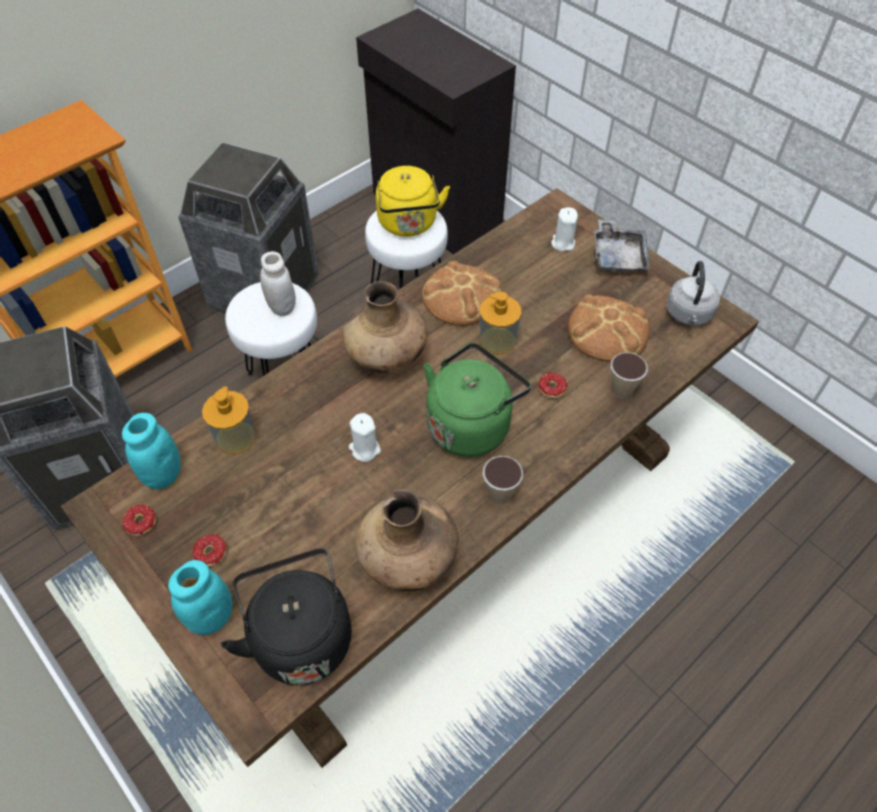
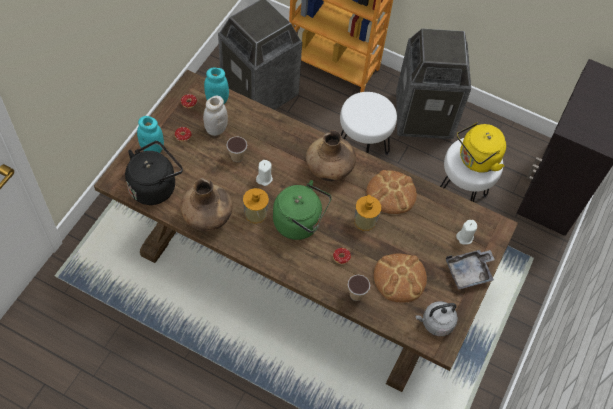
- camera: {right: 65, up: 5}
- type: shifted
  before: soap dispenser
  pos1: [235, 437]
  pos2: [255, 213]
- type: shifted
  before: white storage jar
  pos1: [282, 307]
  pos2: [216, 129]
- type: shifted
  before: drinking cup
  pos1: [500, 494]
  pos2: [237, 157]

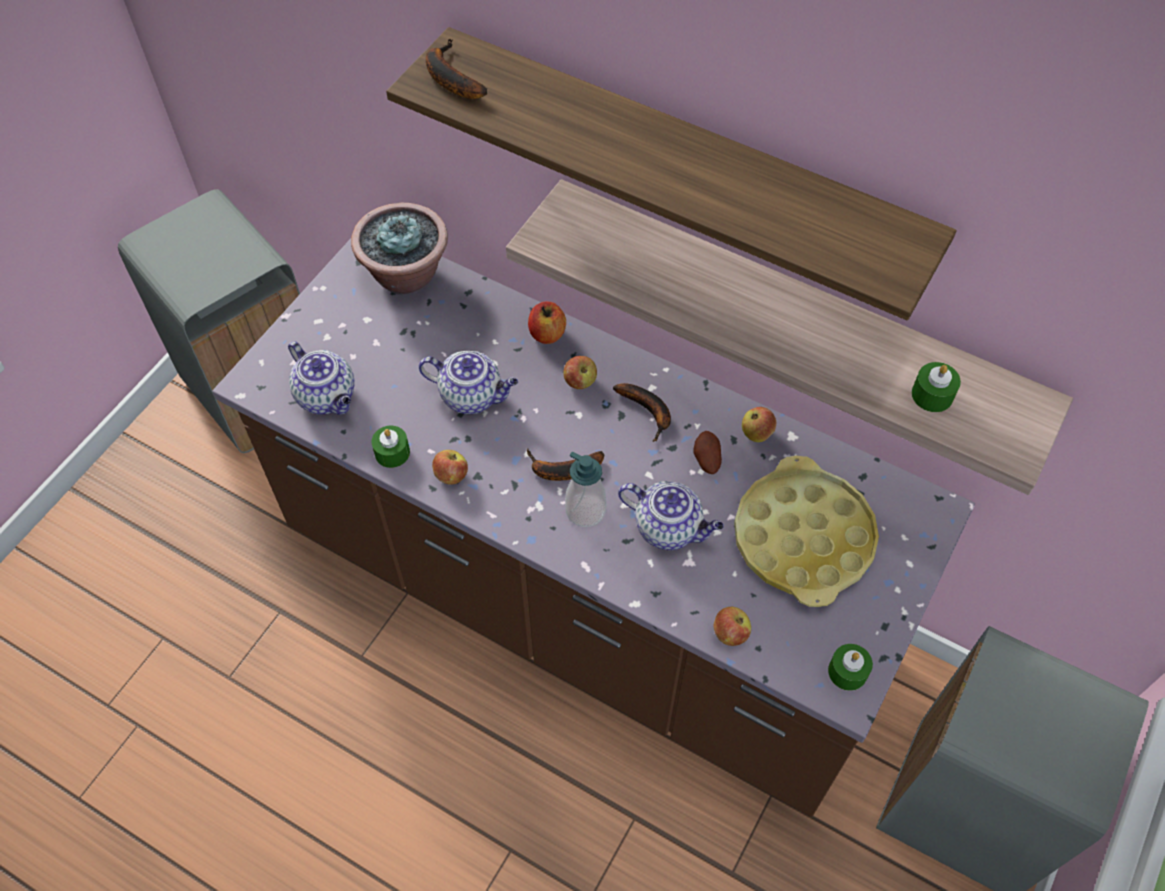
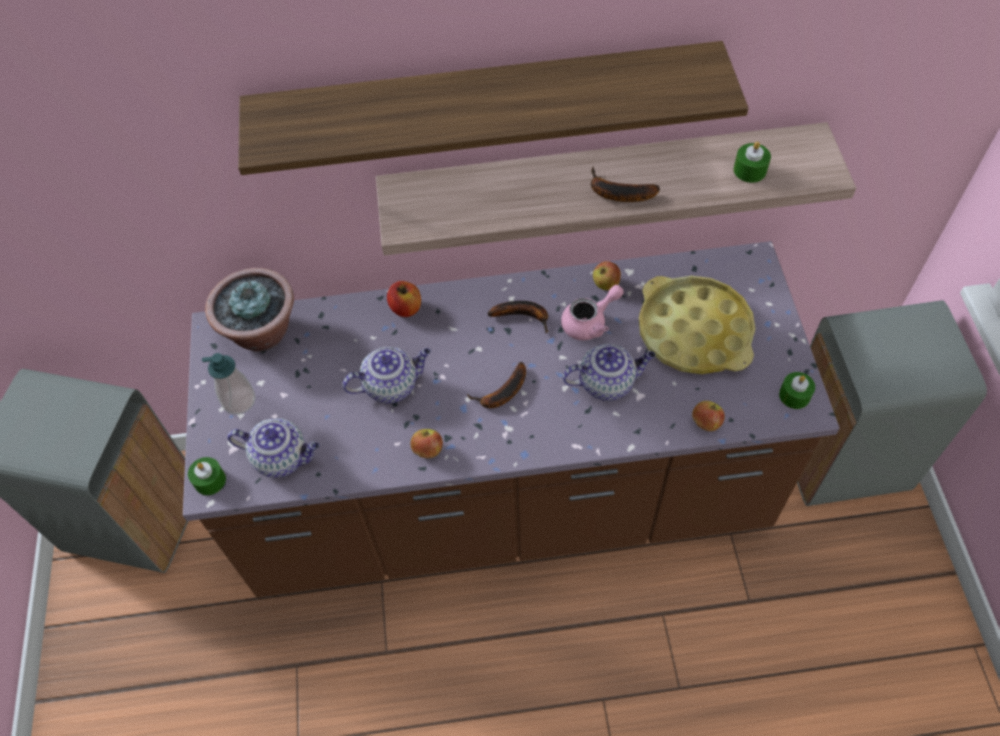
- camera: {right: -35, up: 0}
- type: gone
  before: apple
  pos1: [580, 381]
- type: shifted
  before: green wax light
  pos1: [392, 452]
  pos2: [210, 480]
- type: shifted
  before: whole banana
  pos1: [449, 77]
  pos2: [617, 193]
- type: shifted
  before: soap dispenser
  pos1: [585, 510]
  pos2: [239, 401]
- type: swapped
  before: whole potato
  after: pink tea pot
  pos1: [706, 460]
  pos2: [590, 322]

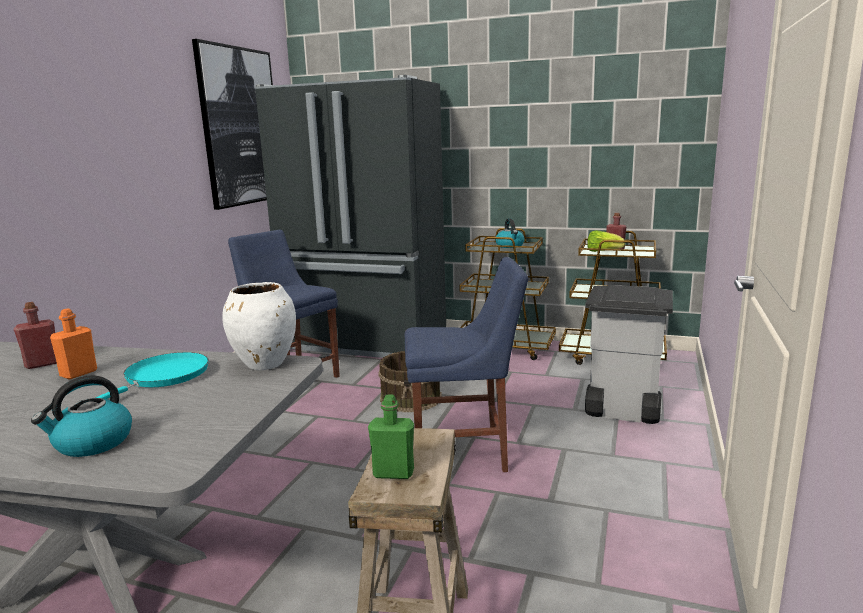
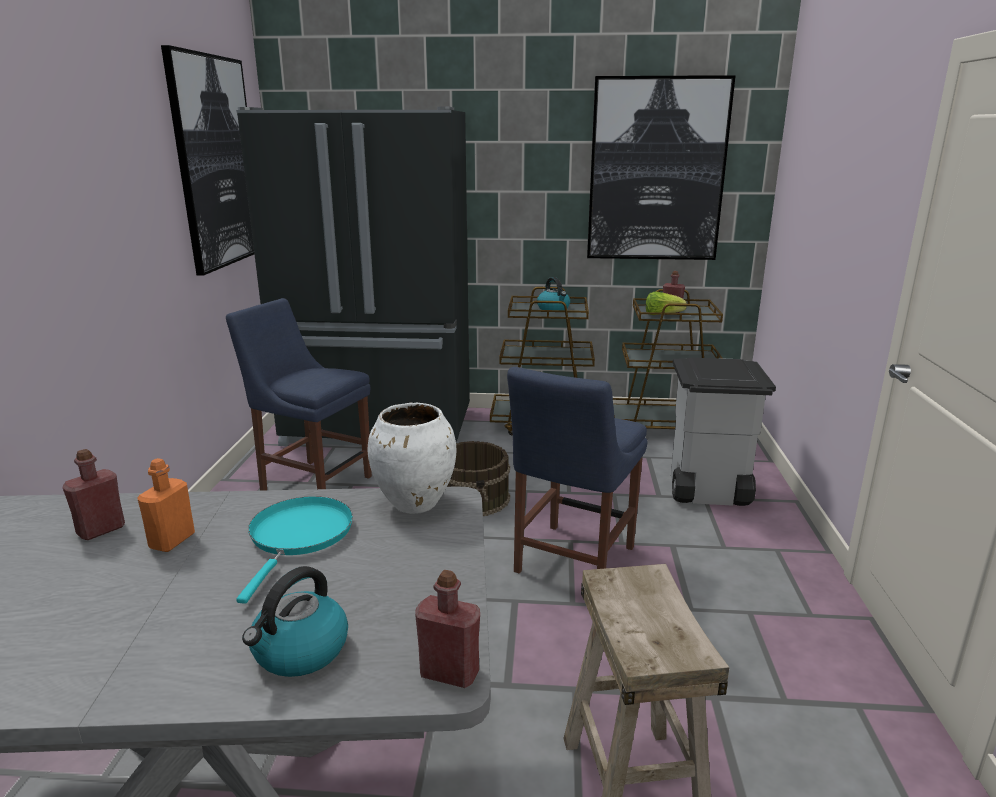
- camera: {right: -15, up: 5}
- type: gone
  before: green beverage bottle
  pos1: [393, 473]
- type: new
  after: red-coloured beverage bottle
  pos2: [449, 673]
- type: new
  after: wall art
  pos2: [656, 171]
- type: rotated
  before: blue chair
  pos1: [465, 453]
  pos2: [571, 562]
  turn: 135

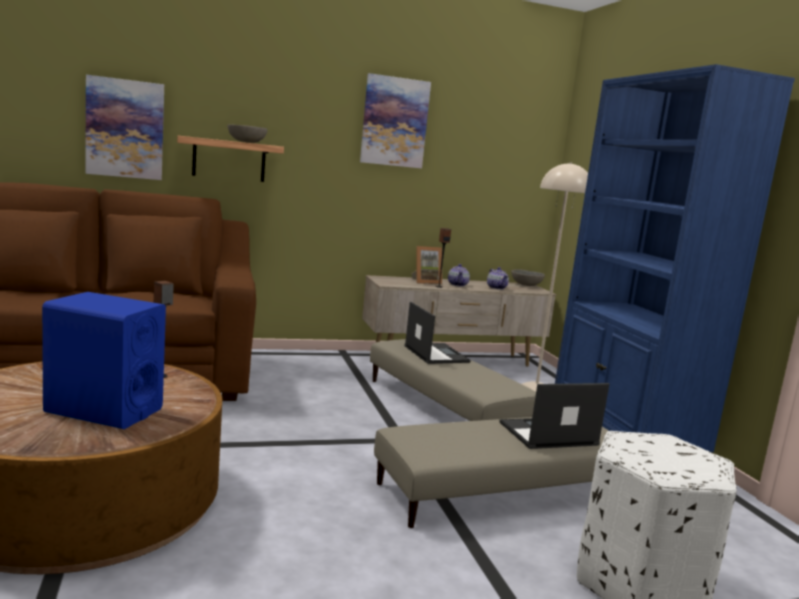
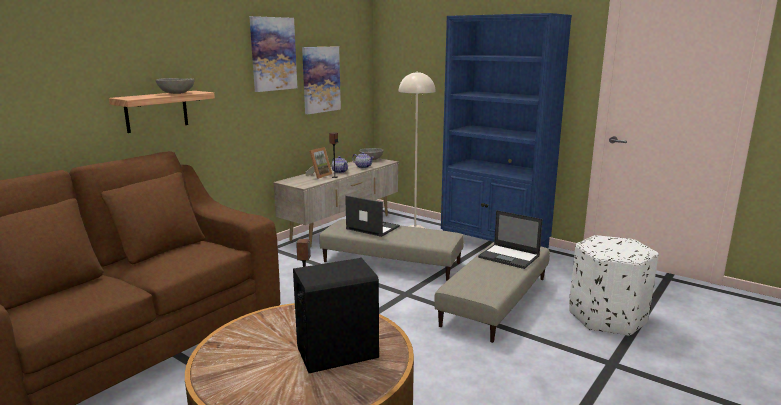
- camera: {right: -35, up: 5}
- type: shifted
  before: wall art
  pos1: [125, 129]
  pos2: [321, 79]
- type: repainted
  before: blue speaker
  after: black speaker
  pos1: [103, 410]
  pos2: [336, 353]
- type: rotated
  before: laptop
  pos1: [547, 434]
  pos2: [509, 257]
  turn: -90

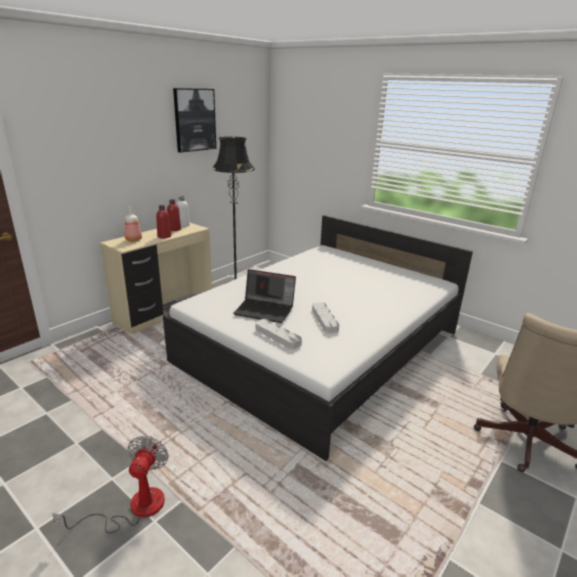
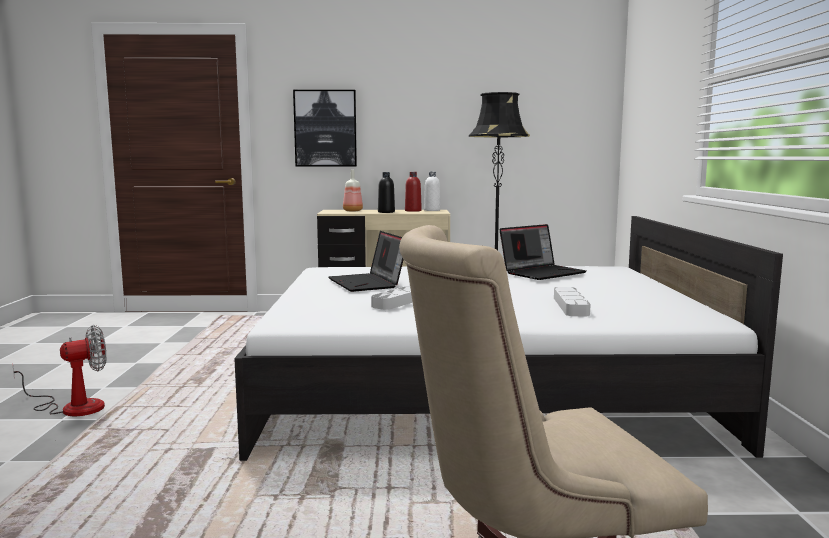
- camera: {right: 50, up: -15}
- type: new
  after: laptop
  pos2: [542, 272]
- type: shifted
  before: wall art
  pos1: [194, 120]
  pos2: [325, 128]
- type: shifted
  before: gray carrying tray
  pos1: [277, 336]
  pos2: [570, 306]
- type: repainted
  before: red-coloured beverage bottle
  after: black beverage bottle
  pos1: [164, 236]
  pos2: [386, 212]

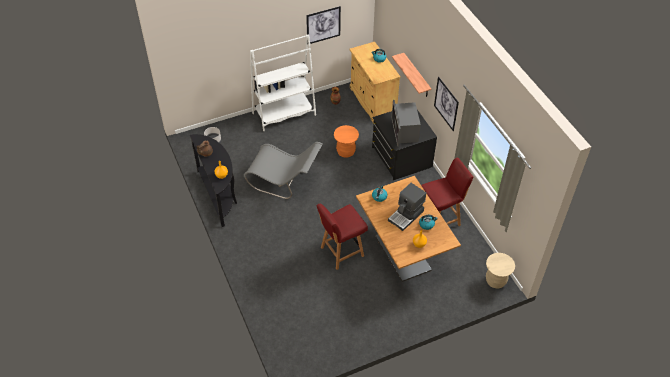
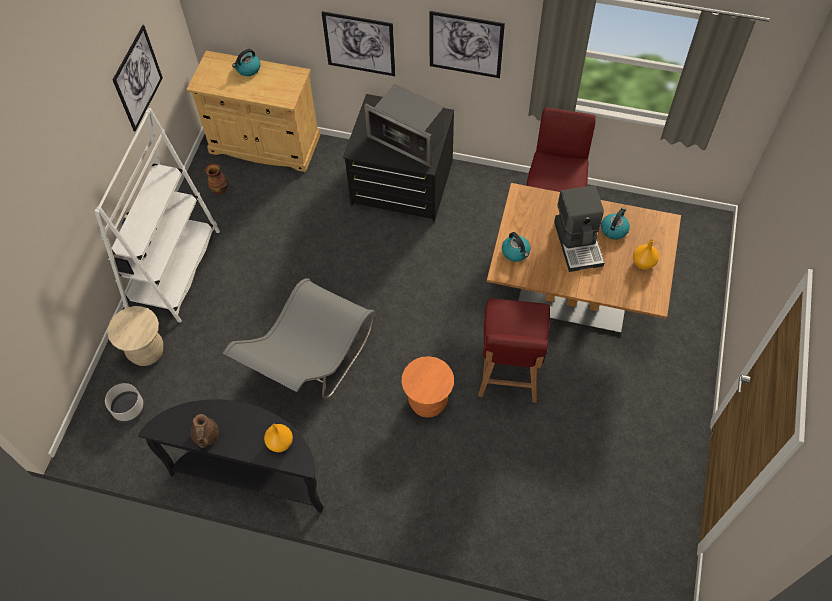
- camera: {right: -50, up: 10}
- type: shifted
  before: orangey stool seat
  pos1: [345, 152]
  pos2: [428, 402]
- type: shifted
  before: sand-coloured stool seat
  pos1: [495, 281]
  pos2: [146, 352]
- type: swapped
  before: bracket shelf
  after: wall art
  pos1: [416, 76]
  pos2: [359, 44]
- type: rotated
  before: gray chair
  pos1: [284, 182]
  pos2: [310, 361]
  turn: 150

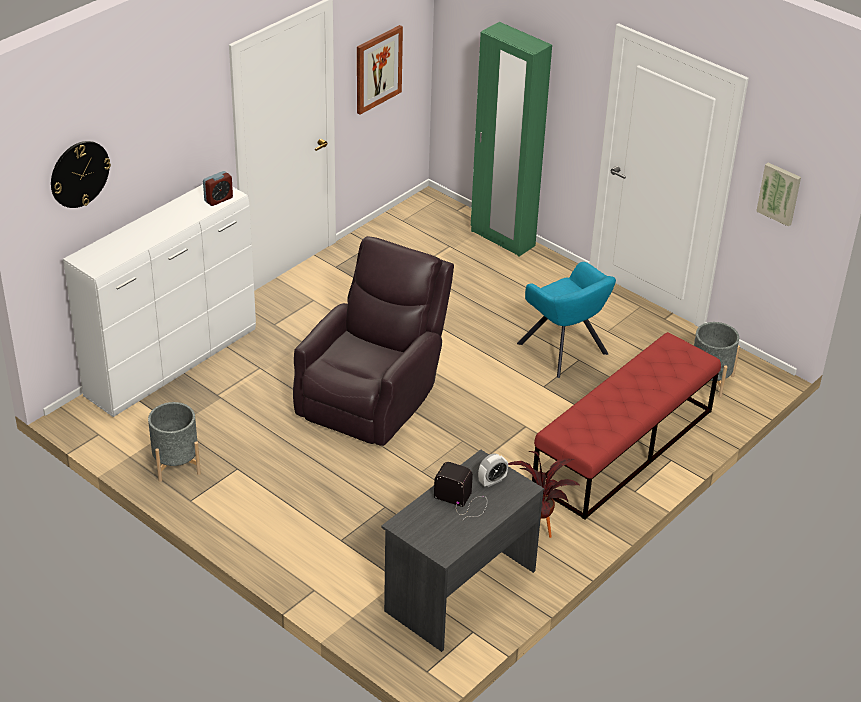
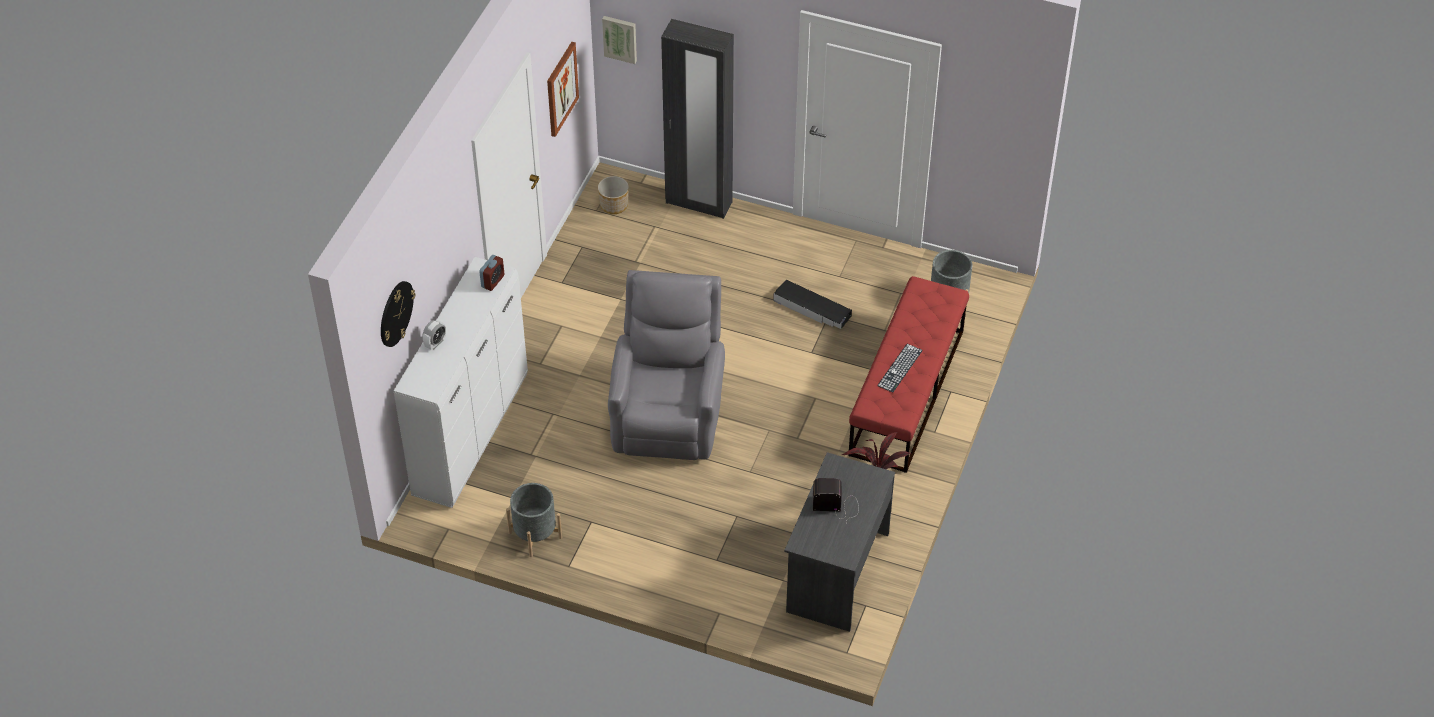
- camera: {right: -20, up: 10}
- type: new
  after: plant pot
  pos2: [614, 205]
- type: new
  after: keyboard
  pos2: [900, 368]
- type: shifted
  before: bedside clock
  pos1: [492, 481]
  pos2: [435, 343]
- type: shifted
  before: wall art
  pos1: [779, 193]
  pos2: [620, 38]
- type: swapped
  before: turquoise easy chair
  after: black storage bin
  pos1: [565, 350]
  pos2: [812, 309]
- type: repainted
  before: brown easy chair
  after: gray easy chair
  pos1: [372, 394]
  pos2: [668, 409]
- type: repainted
  before: green wardrobe
  after: black wardrobe
  pos1: [502, 238]
  pos2: [698, 203]

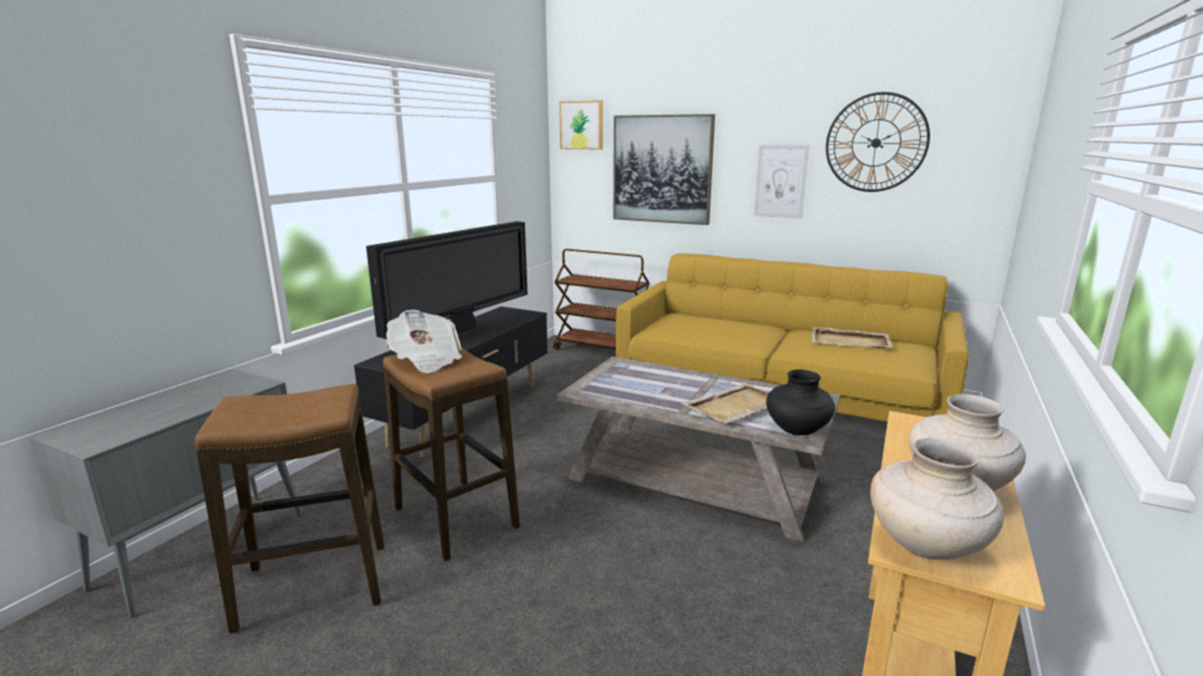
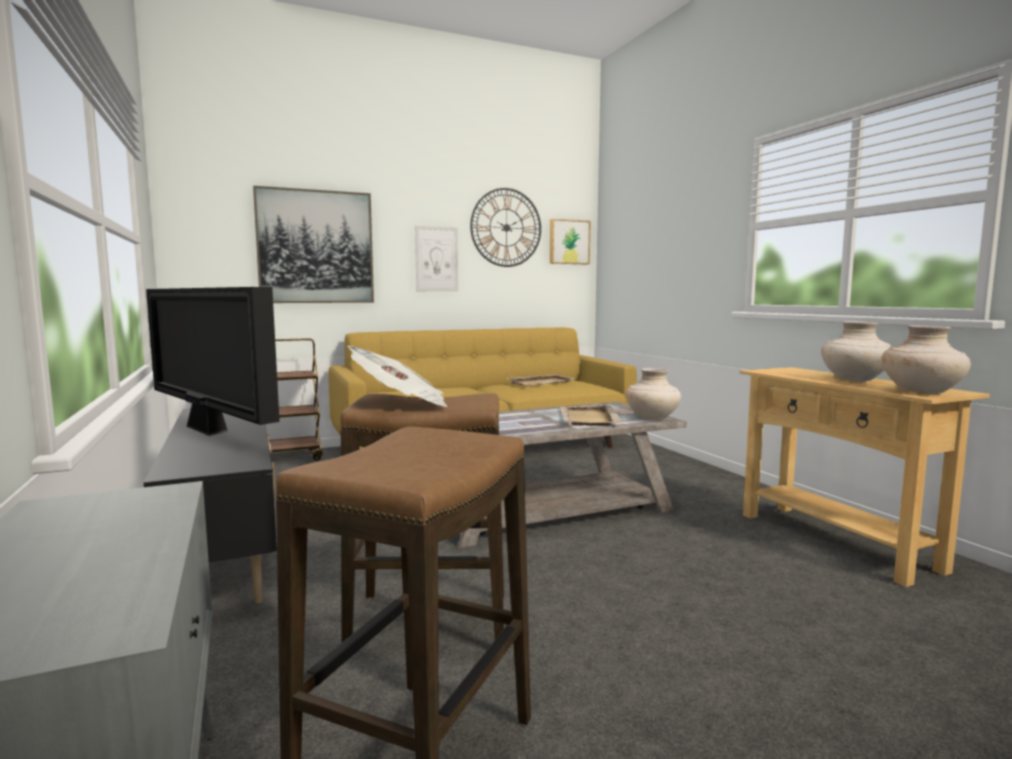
- camera: {right: -50, up: -10}
- type: shifted
  before: wall art
  pos1: [582, 125]
  pos2: [568, 242]
- type: repainted
  before: black decorative vase
  after: sand-coloured decorative vase
  pos1: [797, 430]
  pos2: [652, 418]
- type: rotated
  before: television
  pos1: [463, 331]
  pos2: [207, 430]
  turn: 150

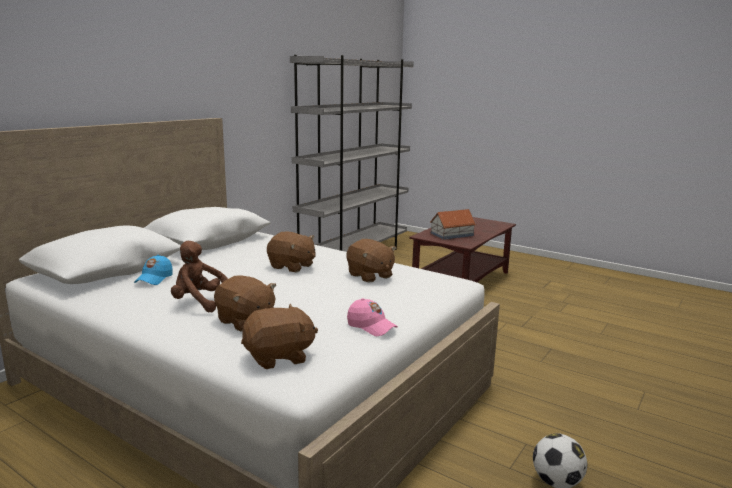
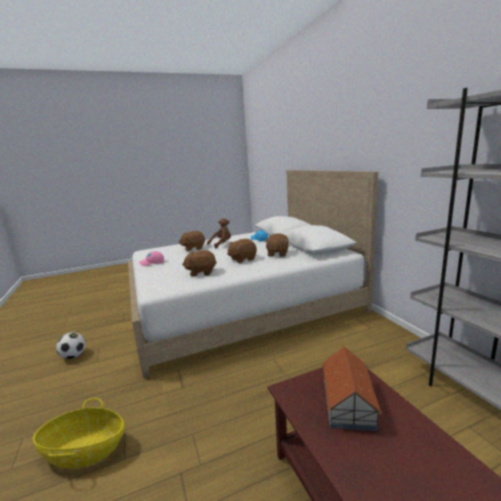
- camera: {right: 125, up: 0}
- type: new
  after: household basket
  pos2: [85, 450]
- type: shifted
  before: brown plush toy
  pos1: [279, 357]
  pos2: [277, 254]

